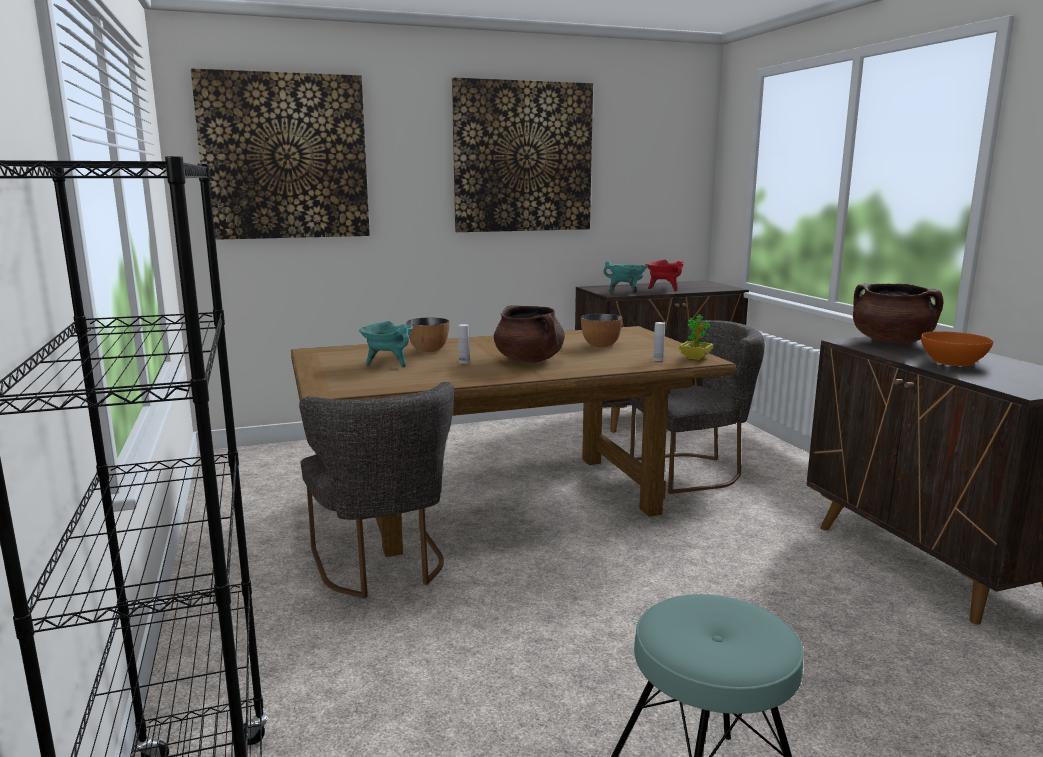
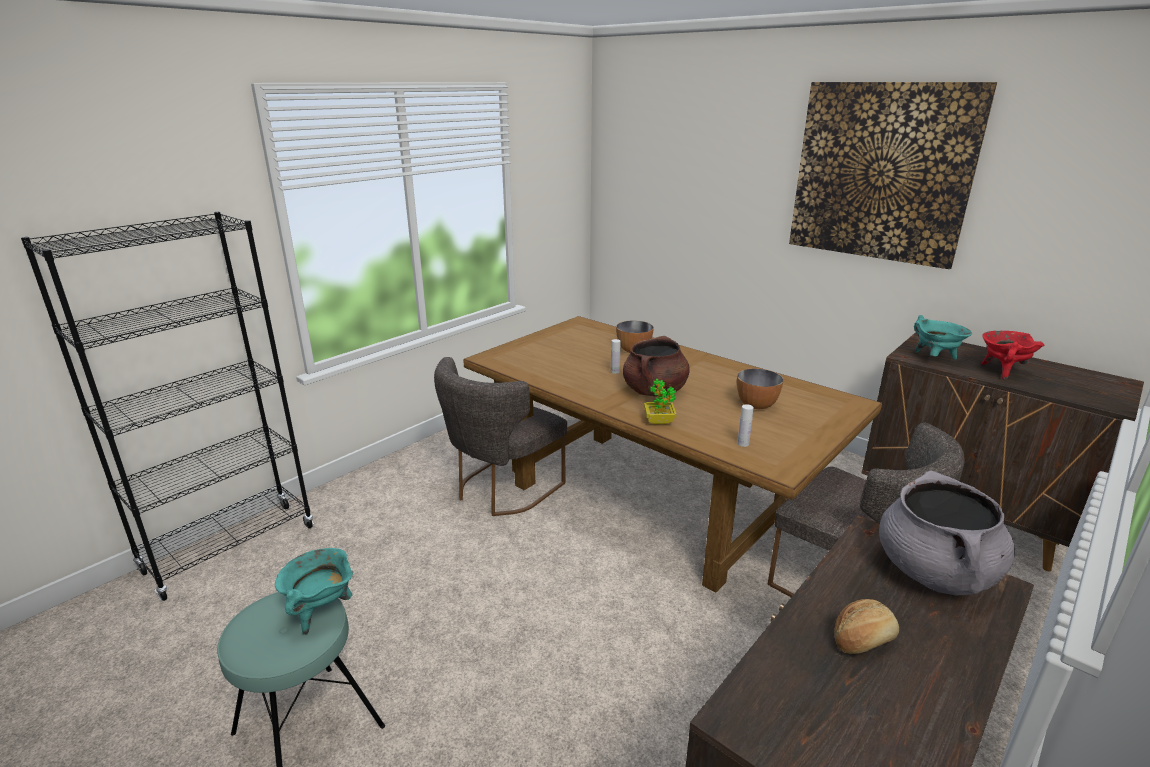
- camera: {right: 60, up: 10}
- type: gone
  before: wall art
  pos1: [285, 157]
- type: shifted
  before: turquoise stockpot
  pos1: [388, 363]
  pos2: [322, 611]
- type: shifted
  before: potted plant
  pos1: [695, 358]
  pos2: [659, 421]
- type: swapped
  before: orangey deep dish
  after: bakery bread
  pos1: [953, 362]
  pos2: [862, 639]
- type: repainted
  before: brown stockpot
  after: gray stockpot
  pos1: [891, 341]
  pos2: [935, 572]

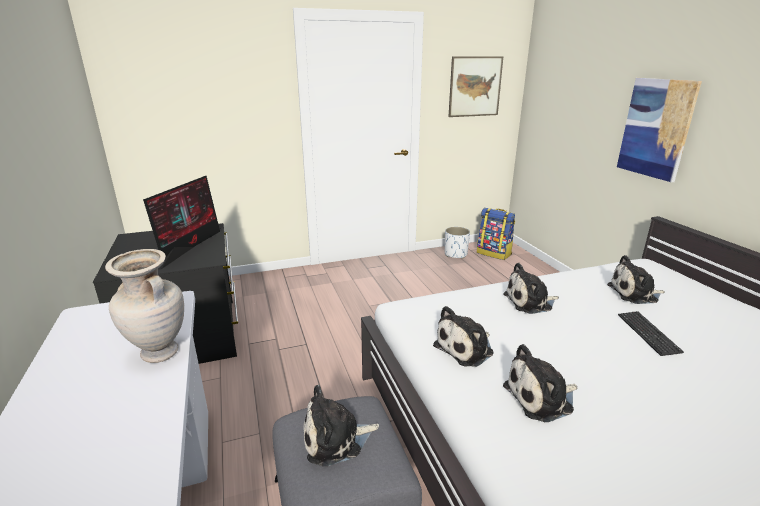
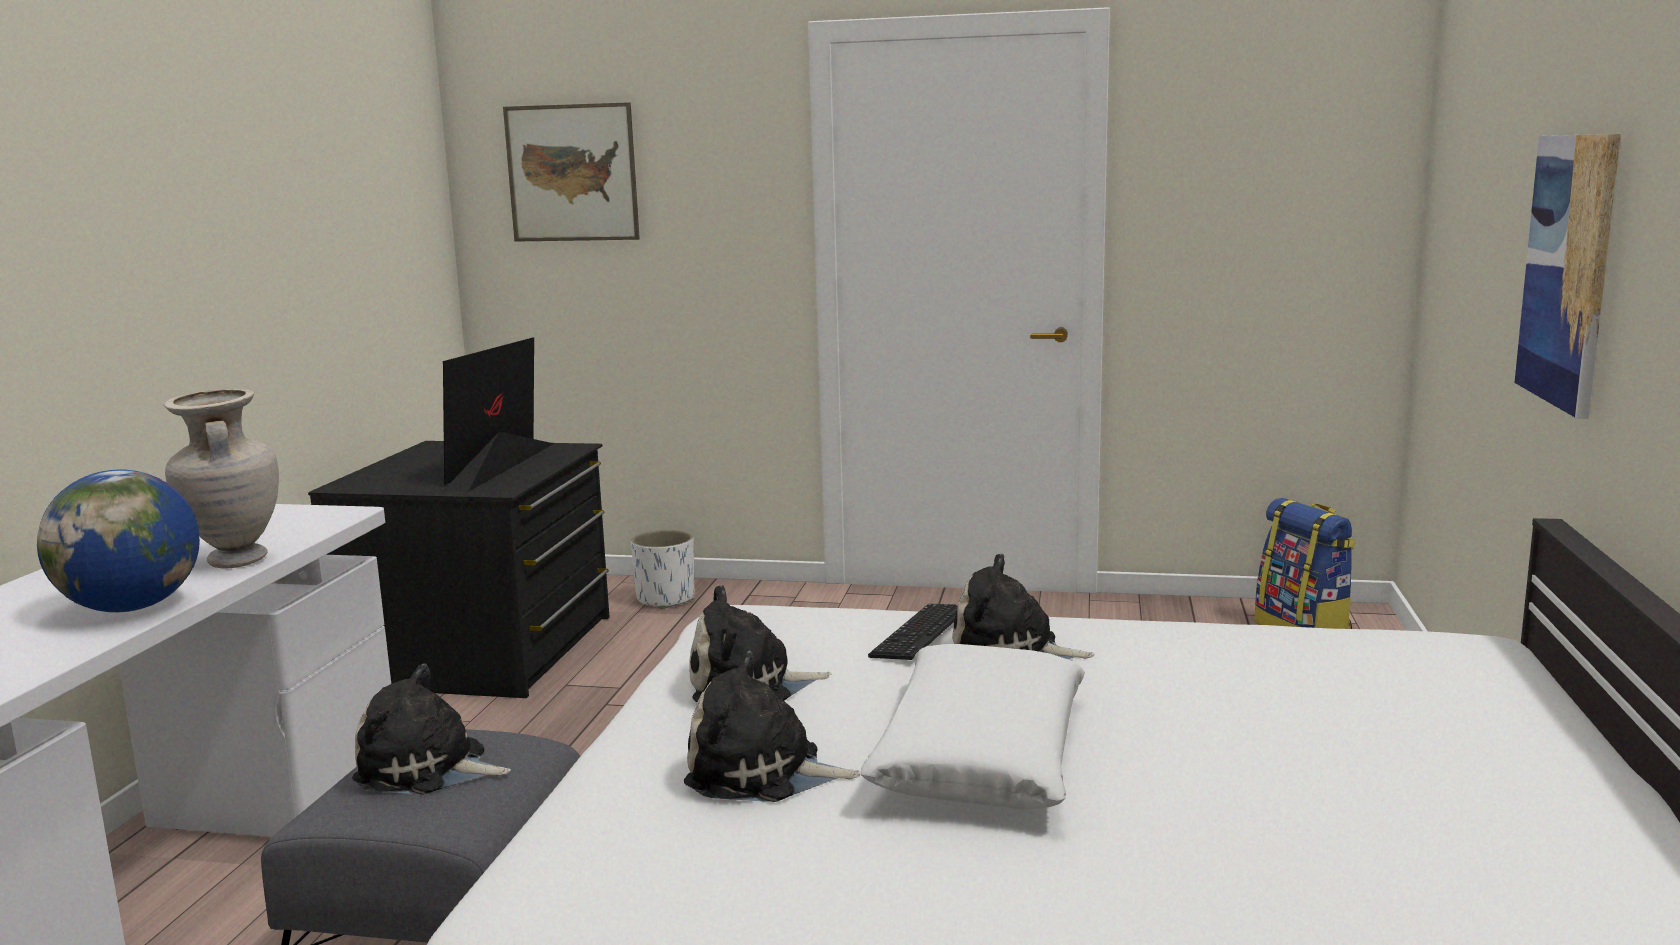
- camera: {right: 30, up: -10}
- type: gone
  before: plush toy
  pos1: [635, 294]
- type: new
  after: desk globe
  pos2: [132, 608]
- type: new
  after: white throw pillow
  pos2: [980, 753]
- type: shifted
  before: white plant pot
  pos1: [455, 254]
  pos2: [666, 599]
- type: shifted
  before: wall art
  pos1: [475, 86]
  pos2: [572, 173]
- type: shifted
  before: keyboard
  pos1: [648, 334]
  pos2: [919, 635]
- type: rotated
  before: monitor
  pos1: [189, 245]
  pos2: [500, 466]
  turn: 150

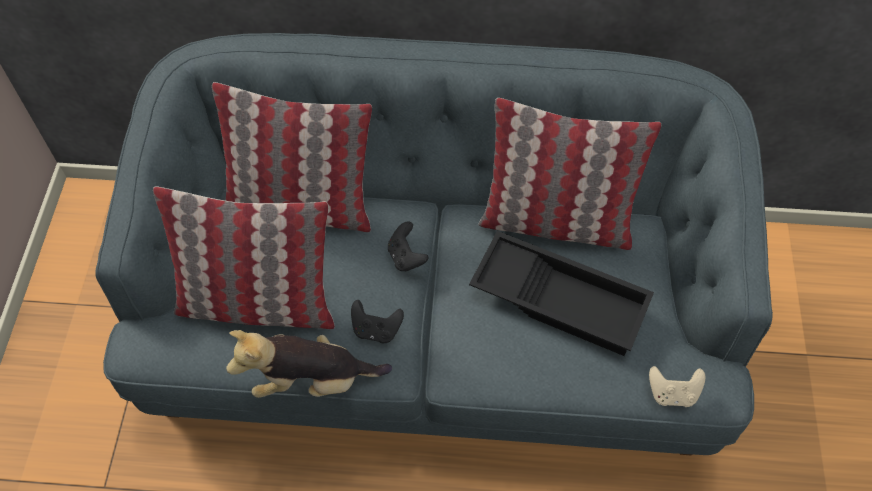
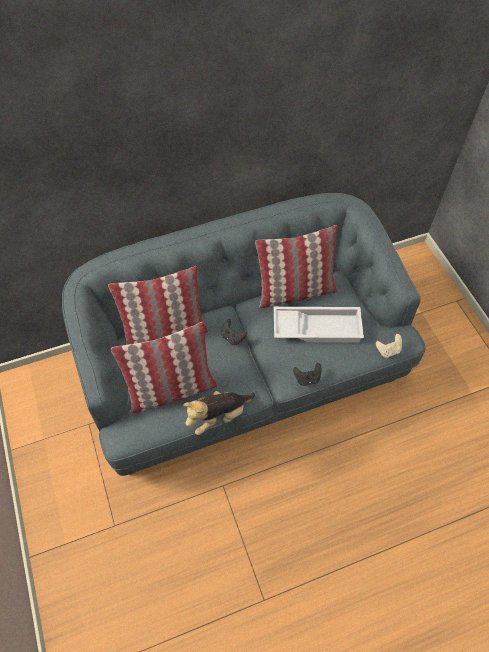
- camera: {right: -25, up: 0}
- type: shifted
  before: black game controller
  pos1: [376, 330]
  pos2: [307, 378]
- type: repainted
  before: black carrying tray
  after: white carrying tray
  pos1: [561, 298]
  pos2: [317, 327]

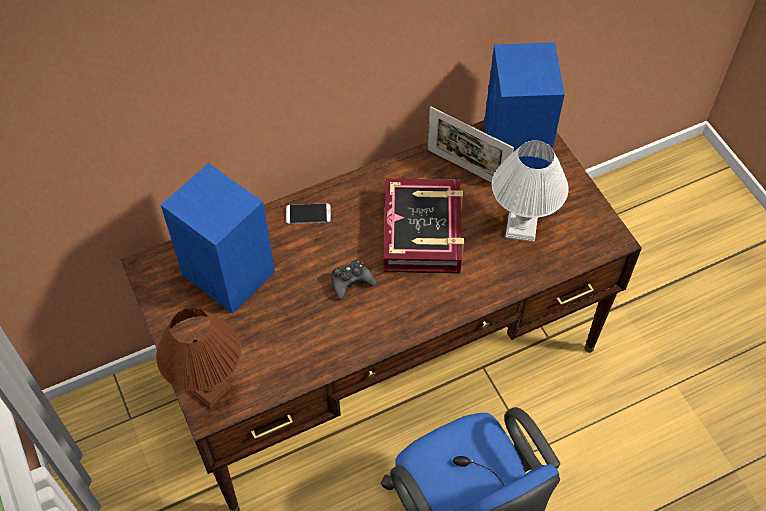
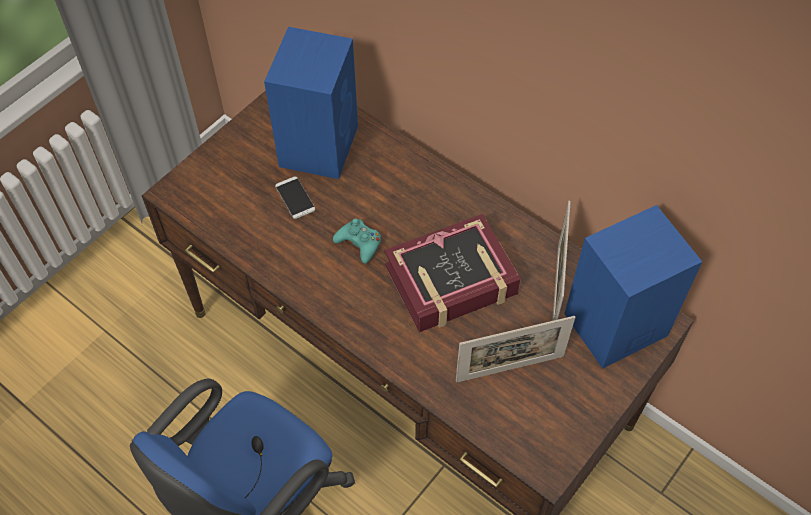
- camera: {right: 65, up: 0}
- type: gone
  before: brown table lamp
  pos1: [211, 388]
- type: shifted
  before: phone
  pos1: [308, 214]
  pos2: [295, 198]
- type: swapped
  before: white table lamp
  after: photo frame
  pos1: [521, 227]
  pos2: [510, 368]
- type: repainted
  before: black game controller
  after: turquoise game controller
  pos1: [351, 282]
  pos2: [359, 243]

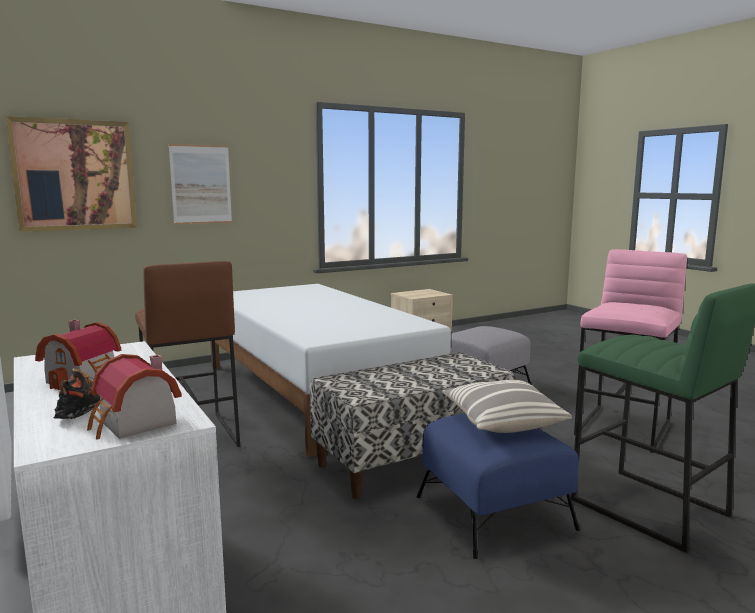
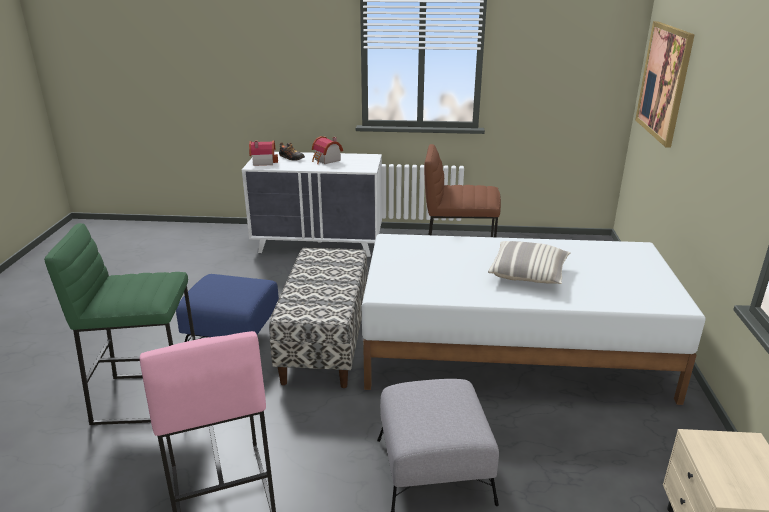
- camera: {right: 125, up: 15}
- type: gone
  before: wall art
  pos1: [201, 184]
- type: shifted
  before: throw pillow
  pos1: [502, 421]
  pos2: [528, 274]

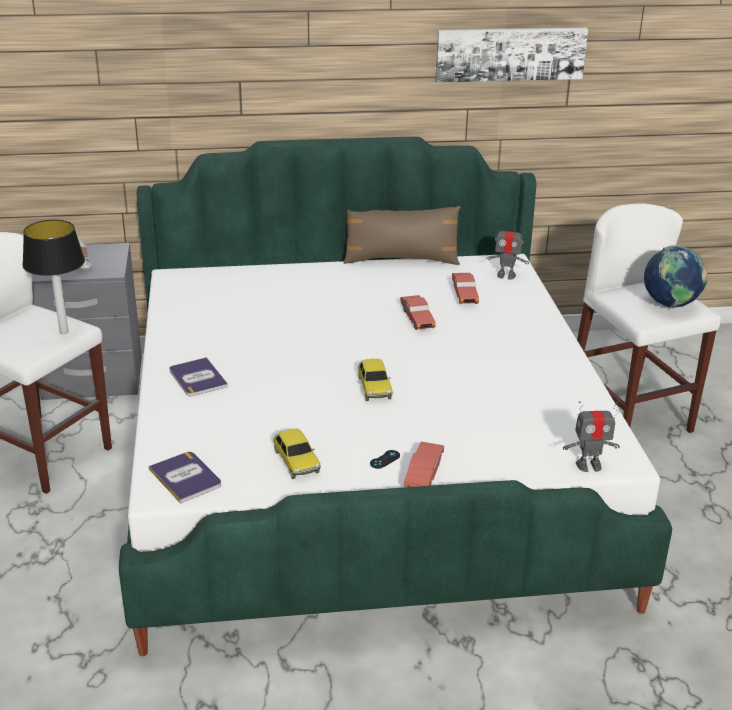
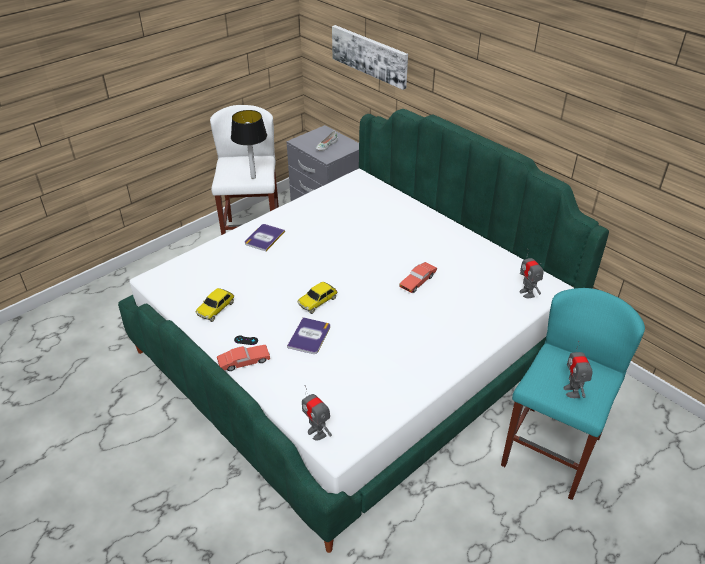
- camera: {right: 55, up: 10}
- type: gone
  before: brown throw pillow
  pos1: [401, 260]
- type: gone
  before: red-coloured toy car
  pos1: [464, 294]
- type: shifted
  before: volume
  pos1: [185, 477]
  pos2: [309, 336]
- type: shifted
  before: wall art
  pos1: [510, 53]
  pos2: [370, 55]
- type: swapped
  before: desk globe
  after: robot figure
  pos1: [670, 305]
  pos2: [572, 391]
- type: repainted
  before: white stool seat
  after: turquoise stool seat
  pos1: [629, 415]
  pos2: [550, 451]

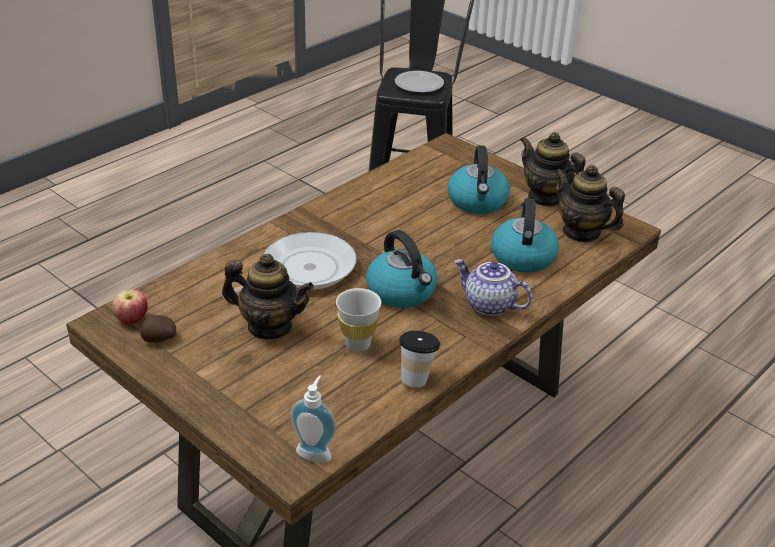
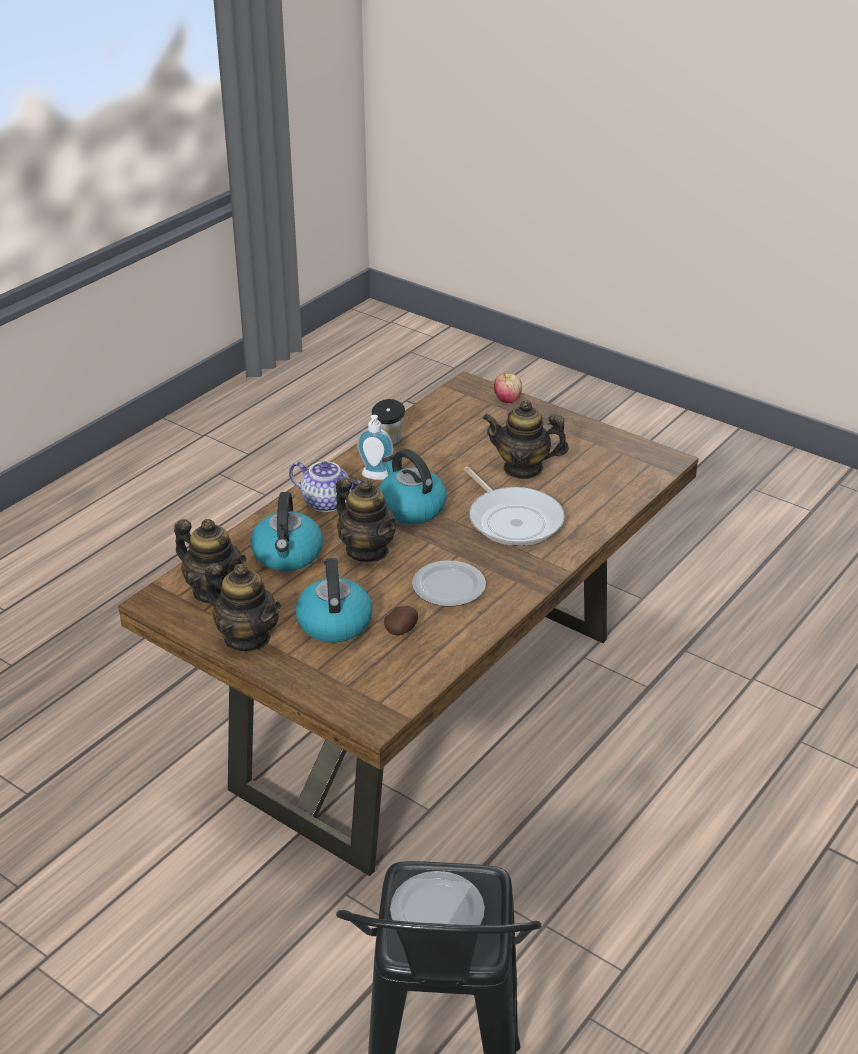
- camera: {right: 175, up: 0}
- type: gone
  before: white drinking cup
  pos1: [357, 344]
- type: new
  after: tea pot
  pos2: [367, 550]
- type: new
  after: dinner plate
  pos2: [447, 586]
- type: shifted
  before: apple
  pos1: [132, 320]
  pos2: [507, 399]
- type: shifted
  before: whole potato
  pos1: [159, 339]
  pos2: [402, 630]
- type: shifted
  before: soap dispenser
  pos1: [315, 451]
  pos2: [375, 477]
- type: rotated
  before: skillet
  pos1: [303, 270]
  pos2: [513, 520]
  turn: -75

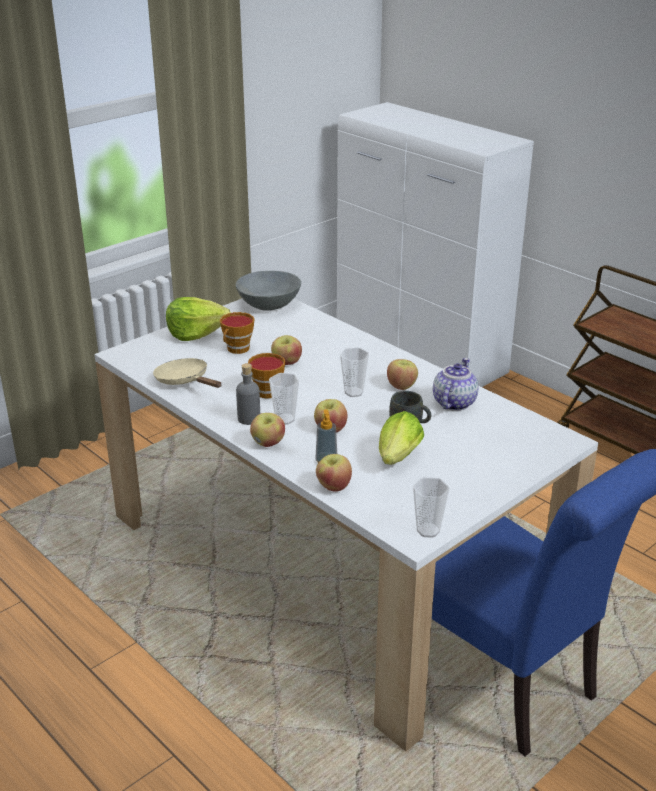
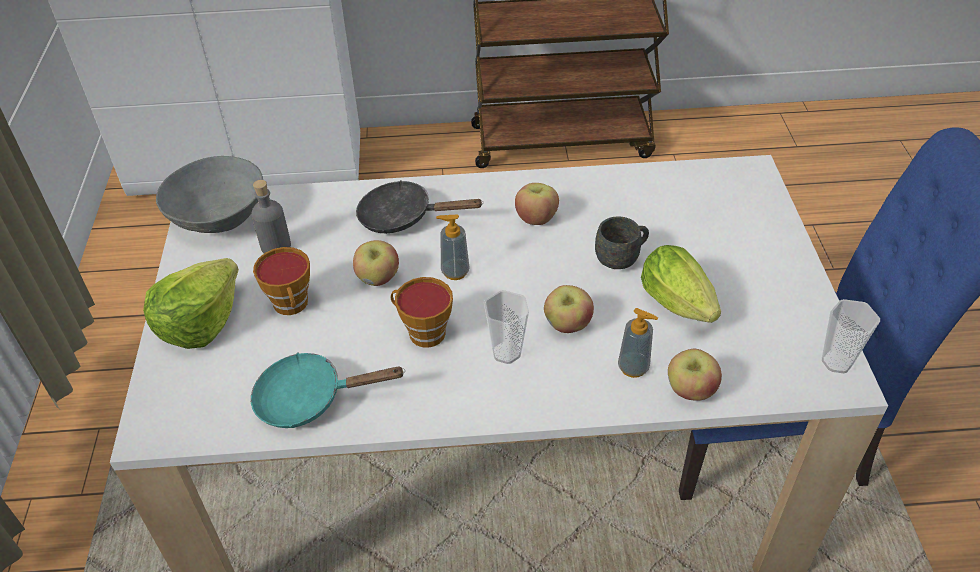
- camera: {right: -50, up: 15}
- type: gone
  before: apple
  pos1: [268, 443]
- type: gone
  before: drinking cup
  pos1: [354, 392]
- type: gone
  before: tea pot
  pos1: [453, 402]
- type: new
  after: black skillet
  pos2: [403, 217]
- type: new
  after: soap dispenser
  pos2: [455, 272]
- type: shifted
  before: gray beverage bottle
  pos1: [249, 419]
  pos2: [276, 246]
- type: repainted
  before: sand-coloured skillet
  after: turquoise skillet
  pos1: [185, 381]
  pos2: [309, 398]

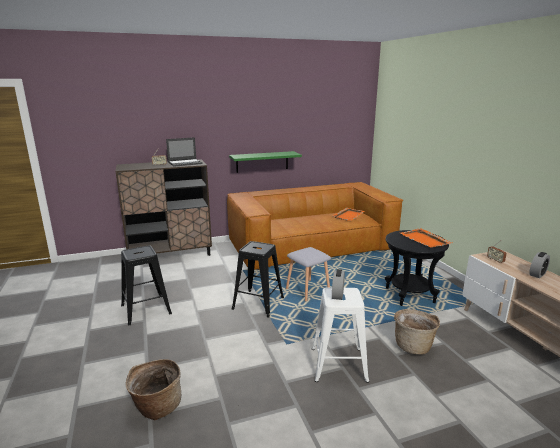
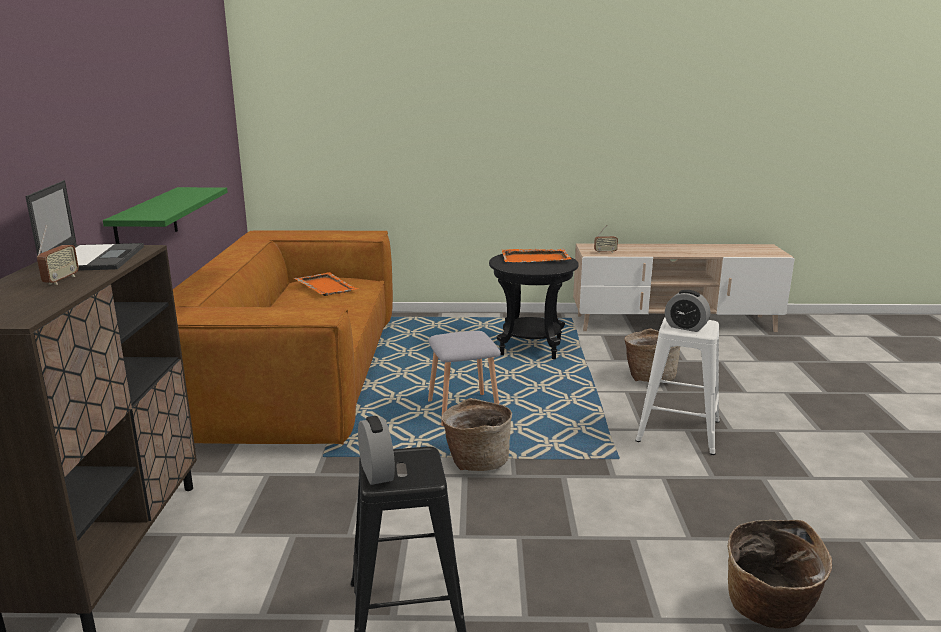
- camera: {right: -70, up: 0}
- type: shifted
  before: bedside clock
  pos1: [537, 274]
  pos2: [376, 472]
- type: swapped
  before: black stool seat
  after: household basket
  pos1: [259, 303]
  pos2: [476, 461]

